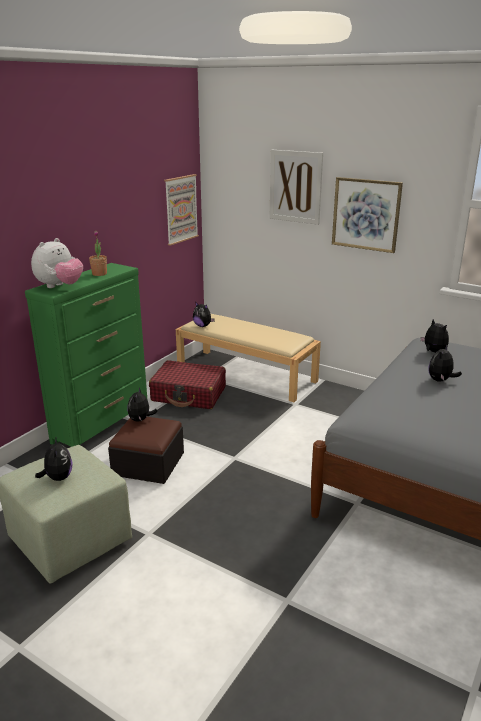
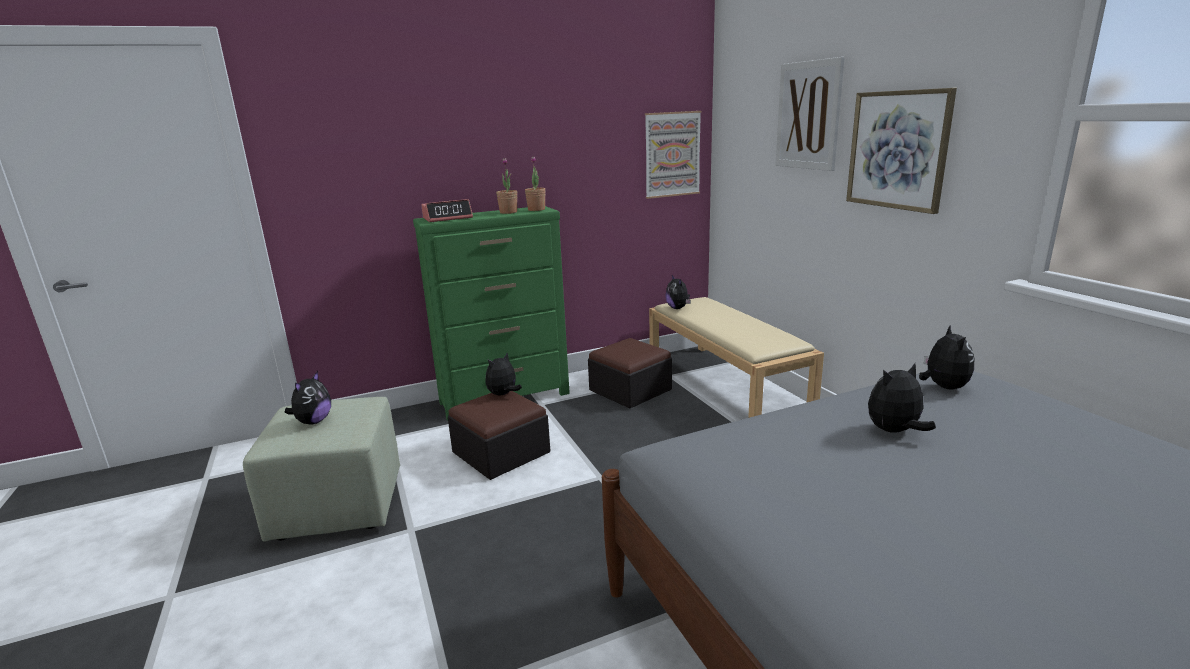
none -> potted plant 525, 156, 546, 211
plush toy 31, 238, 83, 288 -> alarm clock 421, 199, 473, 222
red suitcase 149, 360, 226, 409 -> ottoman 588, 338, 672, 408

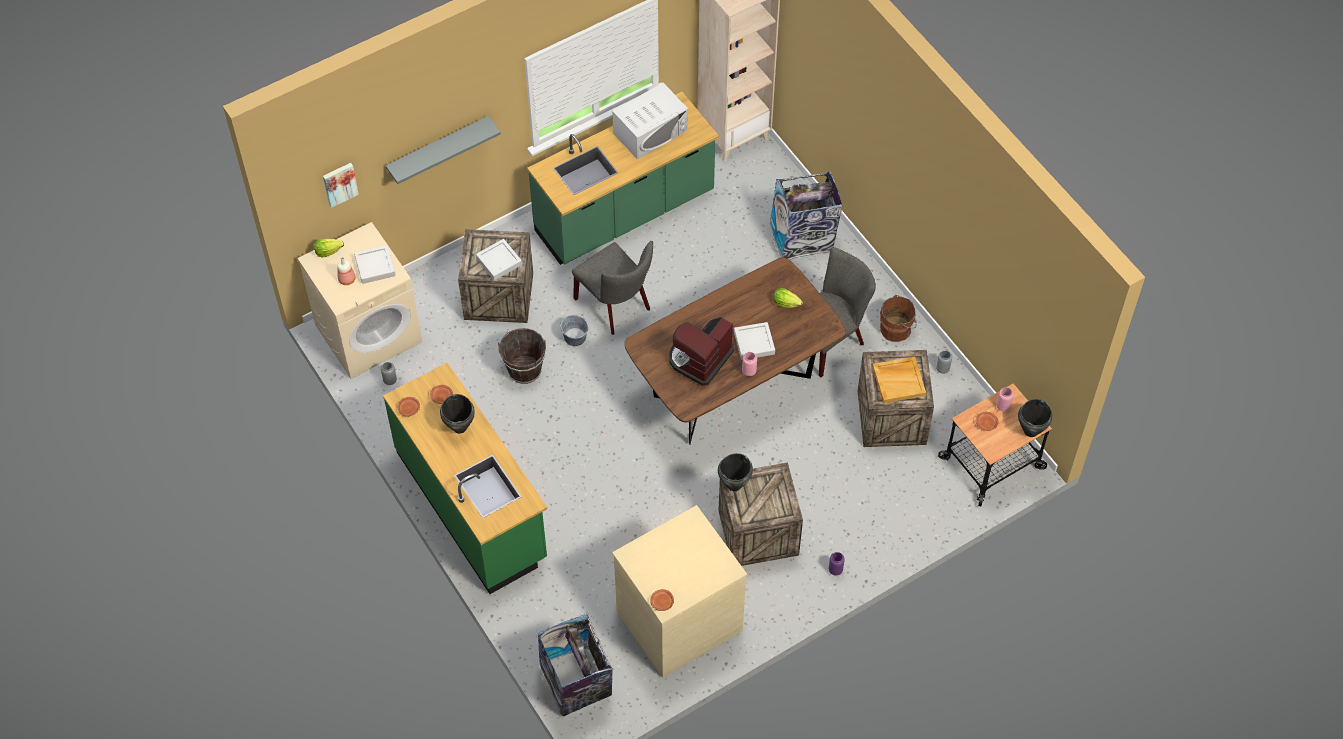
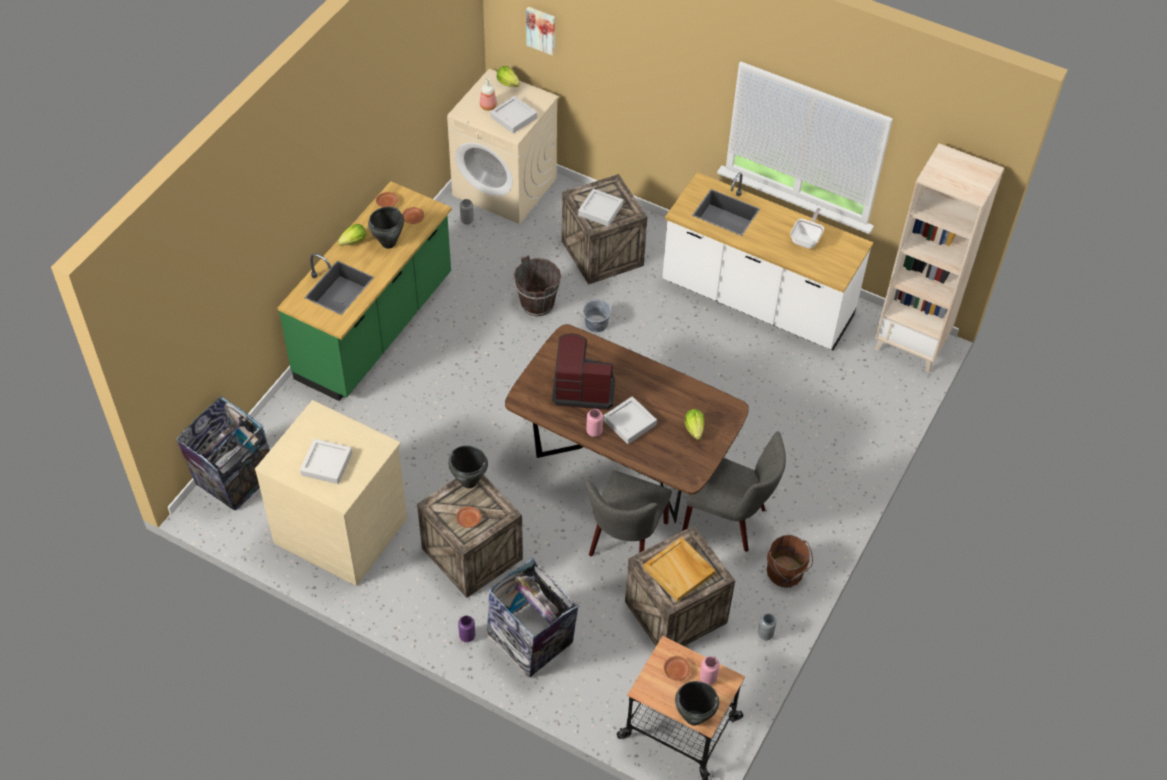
grey shelf 386, 116, 501, 184 -> none
none -> grey tray 300, 439, 352, 484
none -> lettuce 337, 224, 366, 246
grey chair 572, 241, 653, 335 -> grey chair 586, 470, 672, 557, shifted
brown plate 650, 589, 674, 611 -> brown plate 456, 507, 481, 528, shifted
trash can 770, 171, 842, 260 -> trash can 486, 558, 579, 678, shifted
white microwave 613, 83, 688, 159 -> frying pan 790, 208, 824, 249
green counter 527, 92, 719, 265 -> white counter 662, 172, 873, 351

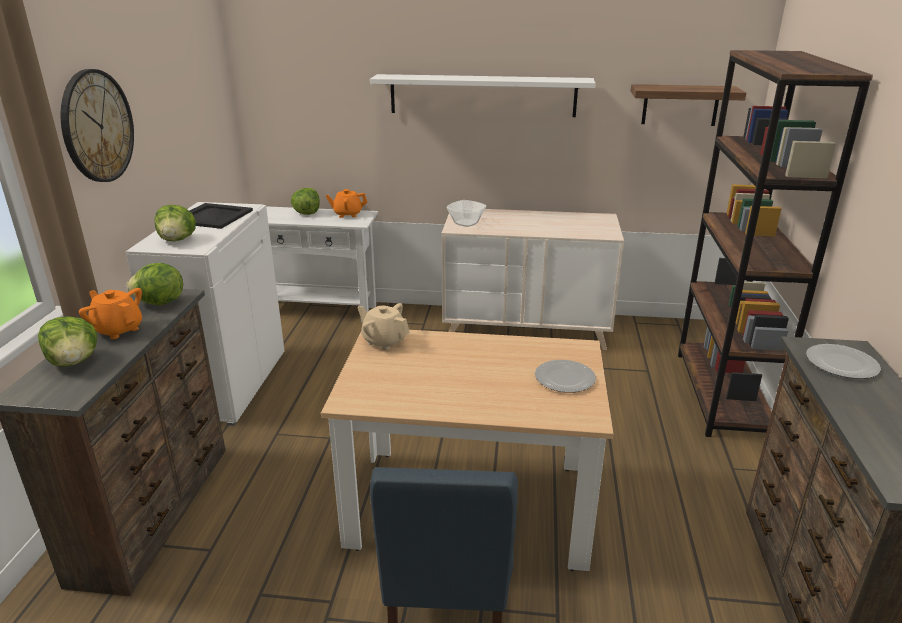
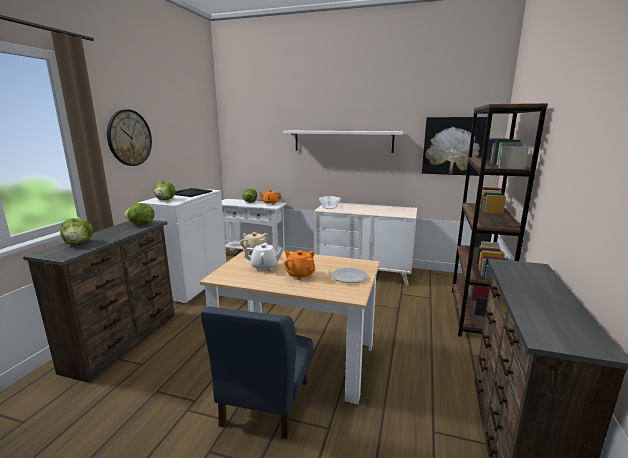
plate 806, 344, 881, 379 -> none
none -> white teapot 245, 243, 284, 271
orange teapot 79, 288, 142, 339 -> orange teapot 284, 250, 315, 280, shifted
shelf 631, 84, 746, 126 -> picture 422, 117, 487, 176

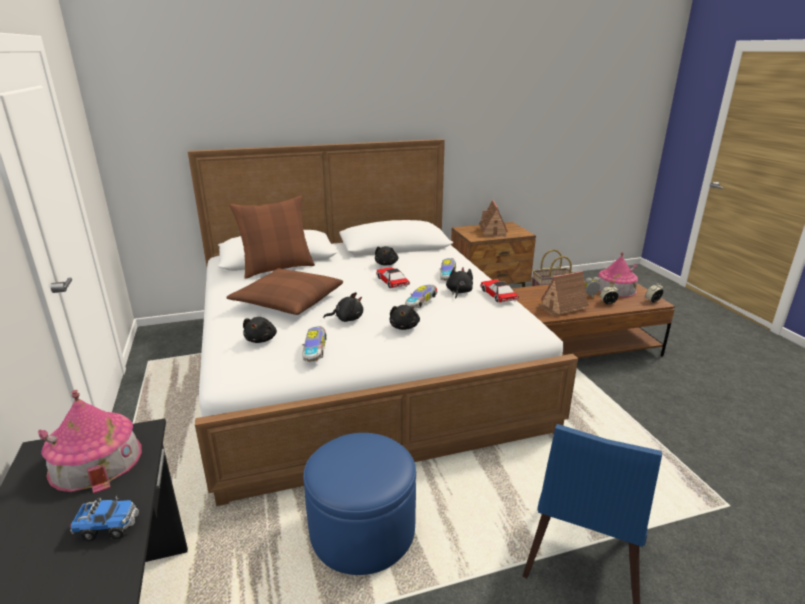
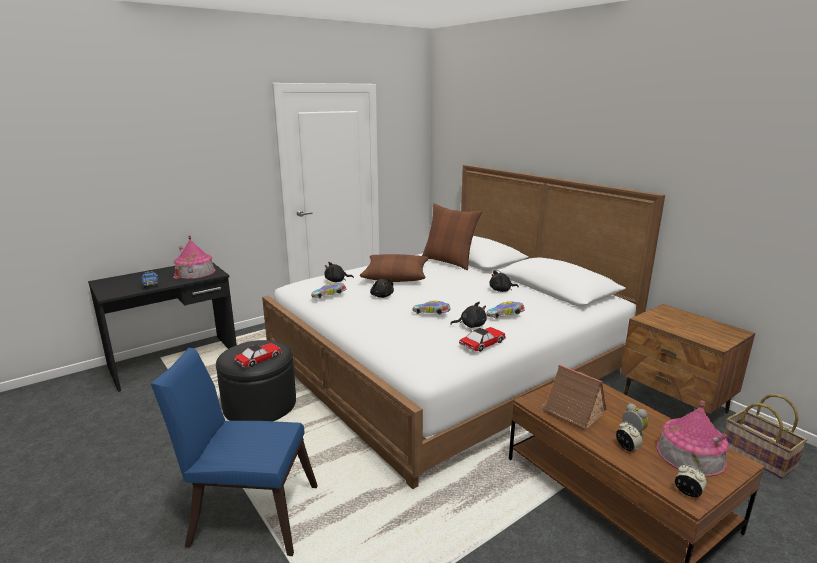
black plush toy 390, 305, 420, 330 -> none
toy house 479, 200, 508, 237 -> none
toy car 376, 267, 410, 288 -> toy car 234, 343, 282, 367, shifted
blue ottoman 303, 433, 416, 575 -> black ottoman 216, 340, 296, 421

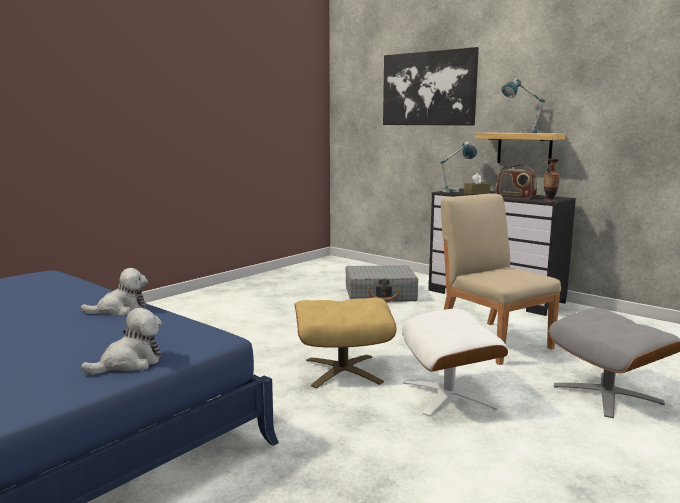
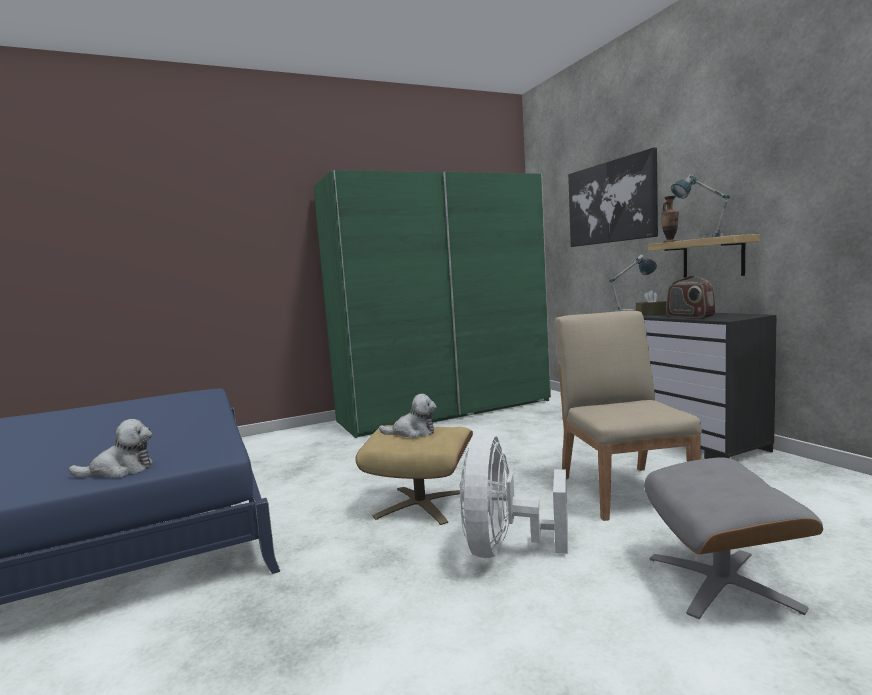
grey suitcase 345, 265, 418, 303 -> none
none -> green wardrobe 313, 170, 551, 438
plush toy 81, 268, 148, 316 -> plush toy 379, 394, 437, 438, shifted
vase 544, 159, 560, 202 -> vase 661, 196, 679, 243, shifted
white ottoman 402, 308, 508, 416 -> white fan 459, 434, 568, 558

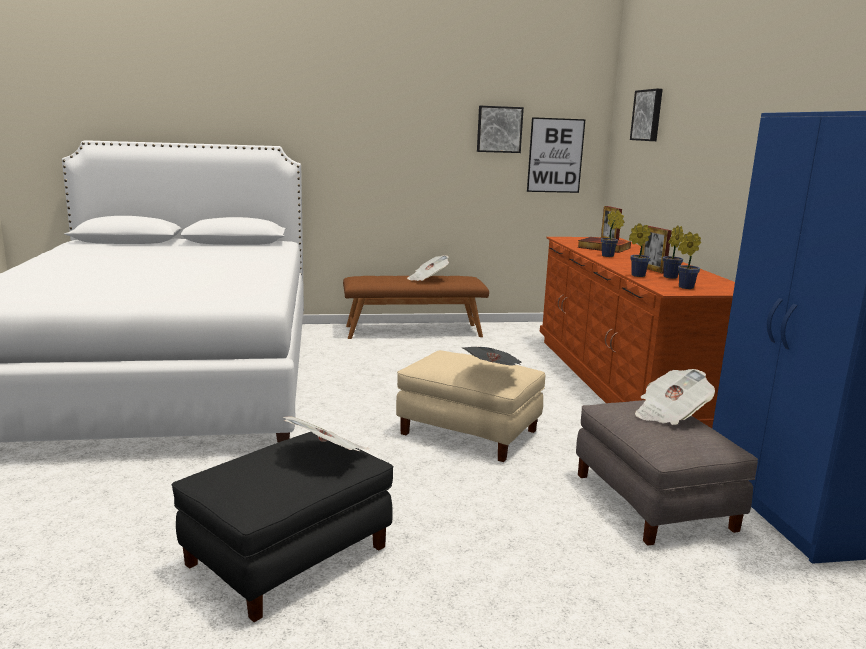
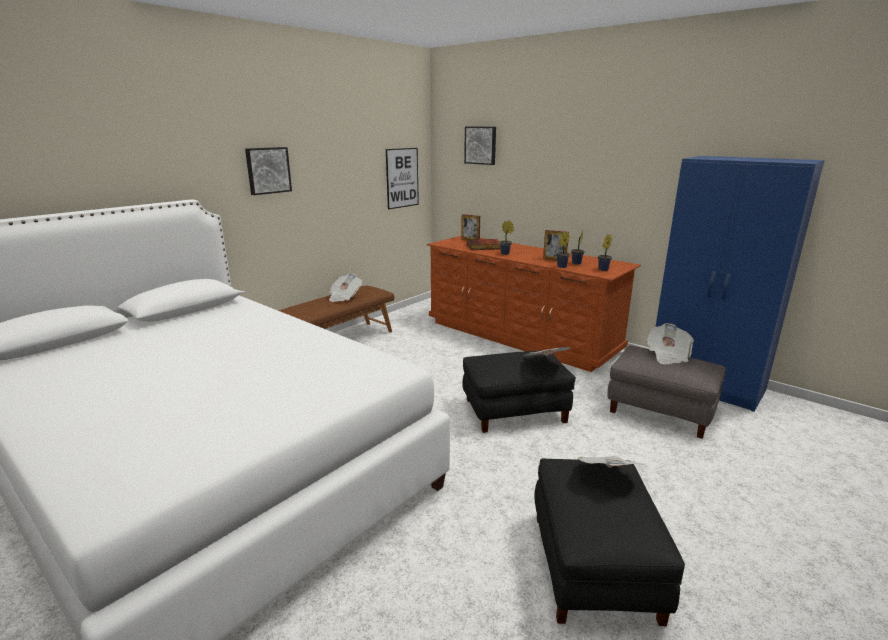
picture 477, 106, 524, 153 -> picture 245, 147, 292, 195, shifted
beige ottoman 396, 350, 545, 462 -> black ottoman 462, 351, 576, 433

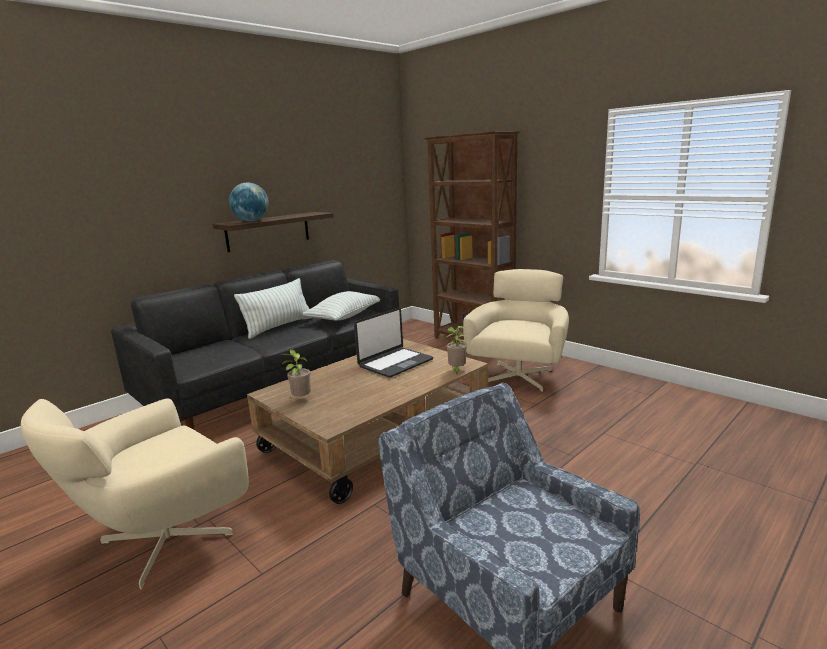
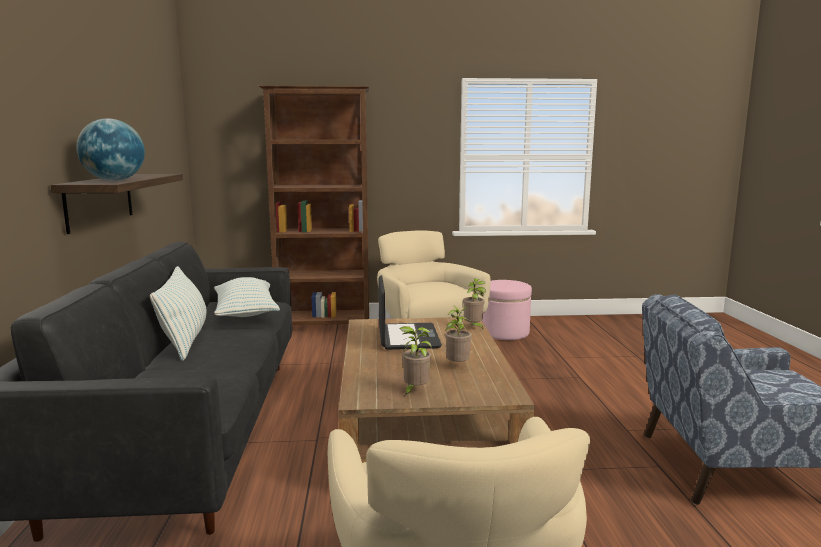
none -> potted plant 445, 305, 472, 362
none -> pink ottoman 482, 280, 532, 340

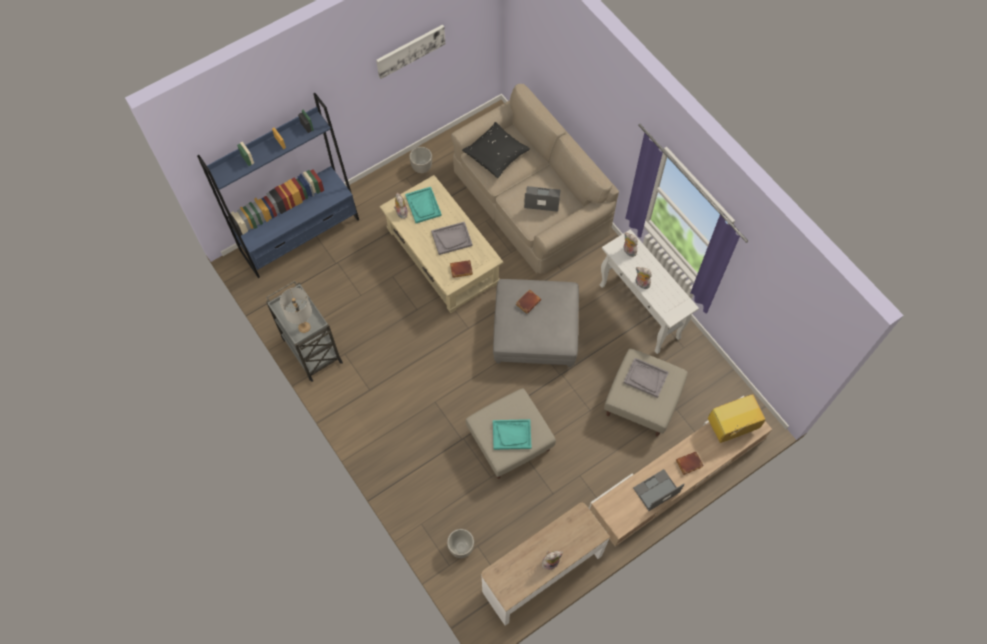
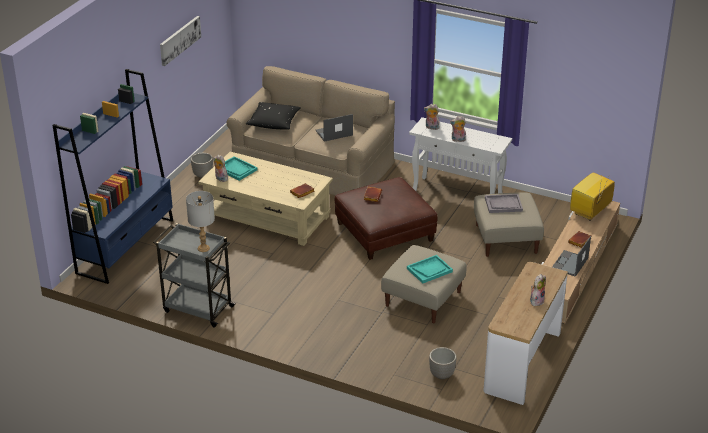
grey tray 431, 222, 473, 255 -> none
grey ottoman 493, 279, 579, 367 -> brown ottoman 335, 177, 438, 260

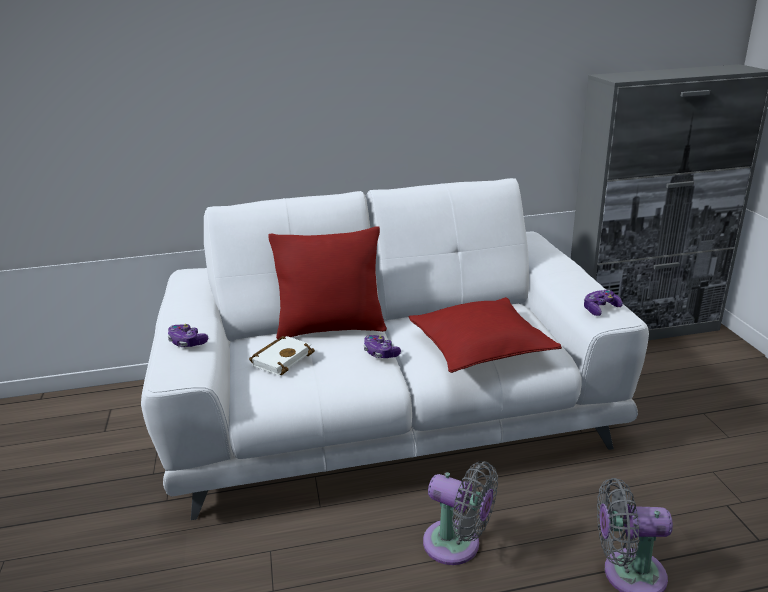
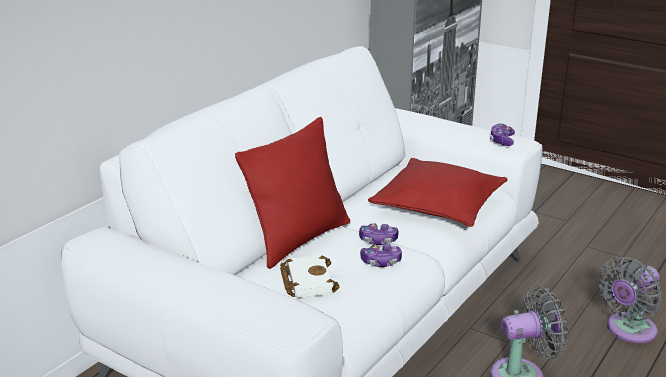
game controller 168, 324, 208, 347 -> game controller 360, 244, 402, 267, shifted

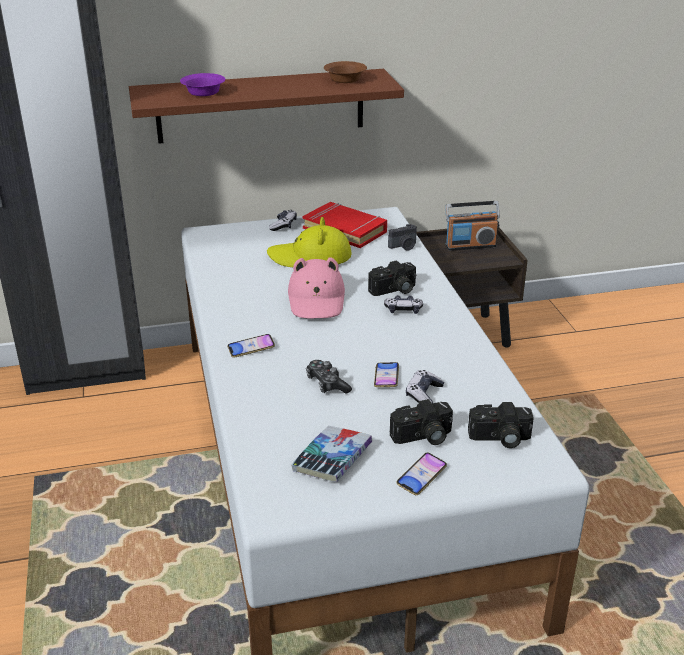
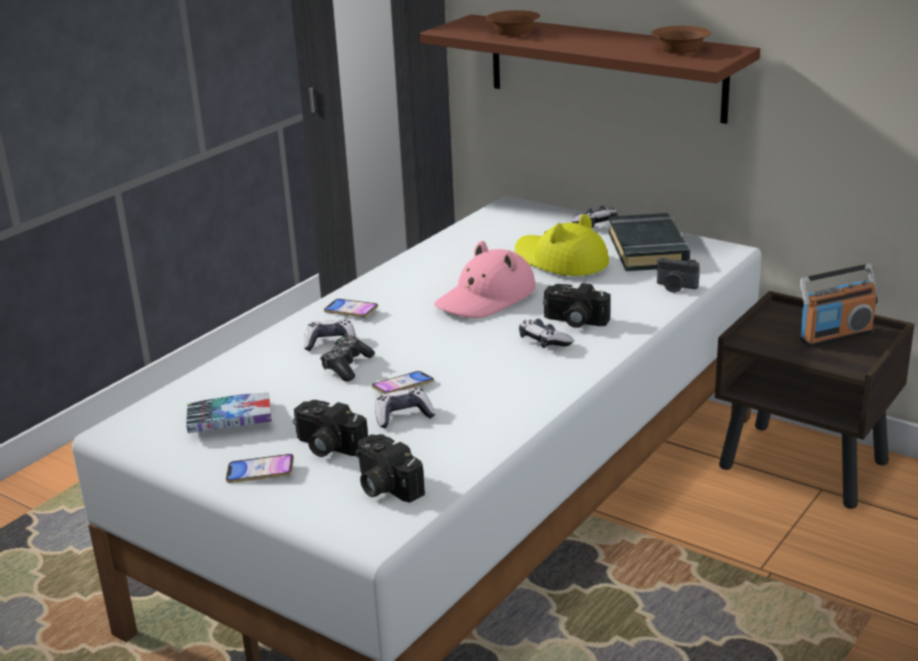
none -> game controller 304, 319, 356, 351
purple bowl 180, 73, 226, 96 -> brown bowl 486, 10, 540, 36
red book 303, 202, 387, 248 -> black book 609, 213, 690, 271
radio 445, 201, 500, 251 -> radio 799, 264, 877, 347, 60 degrees counterclockwise

